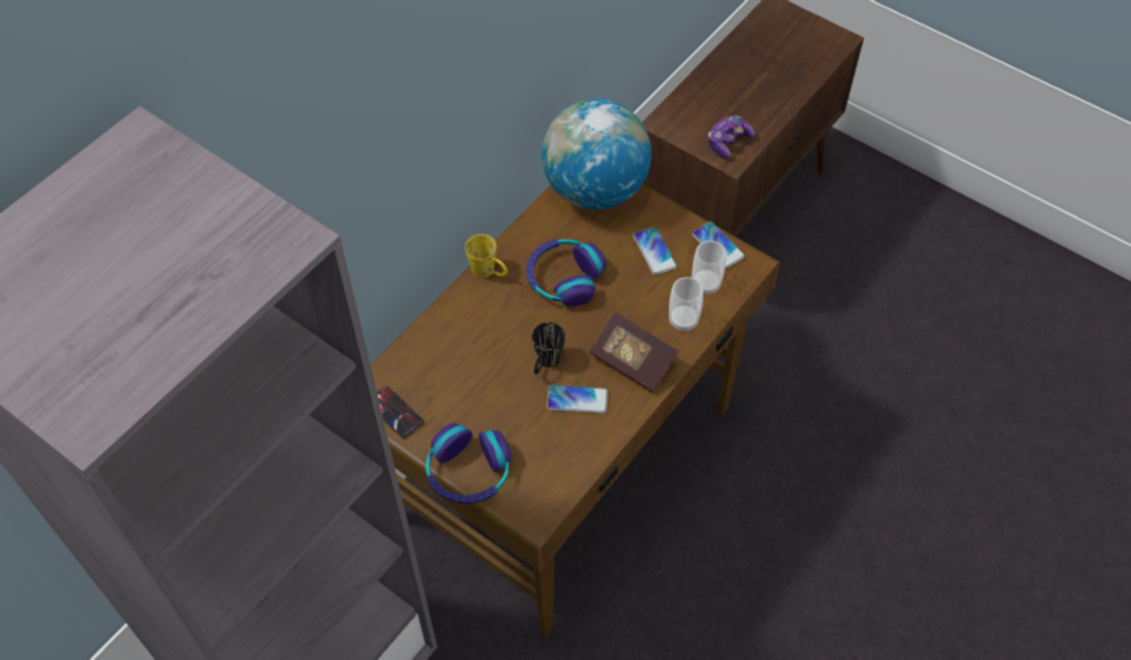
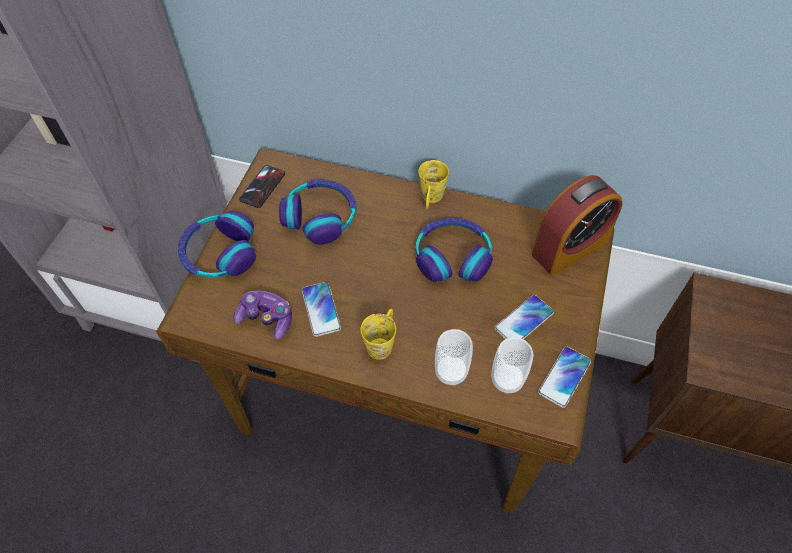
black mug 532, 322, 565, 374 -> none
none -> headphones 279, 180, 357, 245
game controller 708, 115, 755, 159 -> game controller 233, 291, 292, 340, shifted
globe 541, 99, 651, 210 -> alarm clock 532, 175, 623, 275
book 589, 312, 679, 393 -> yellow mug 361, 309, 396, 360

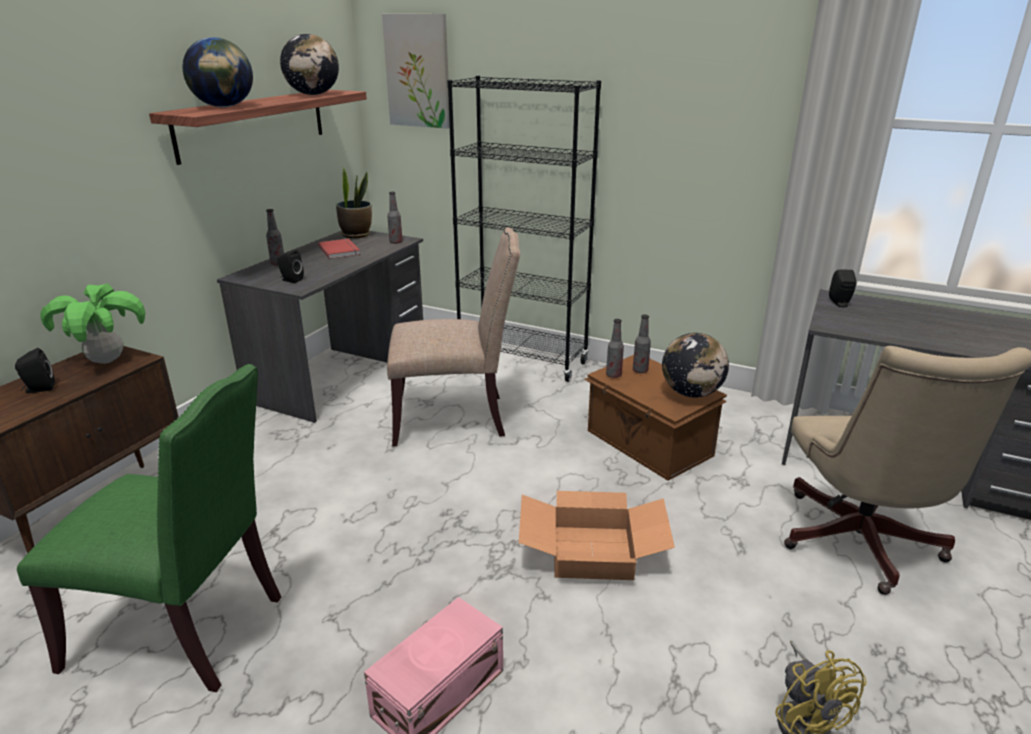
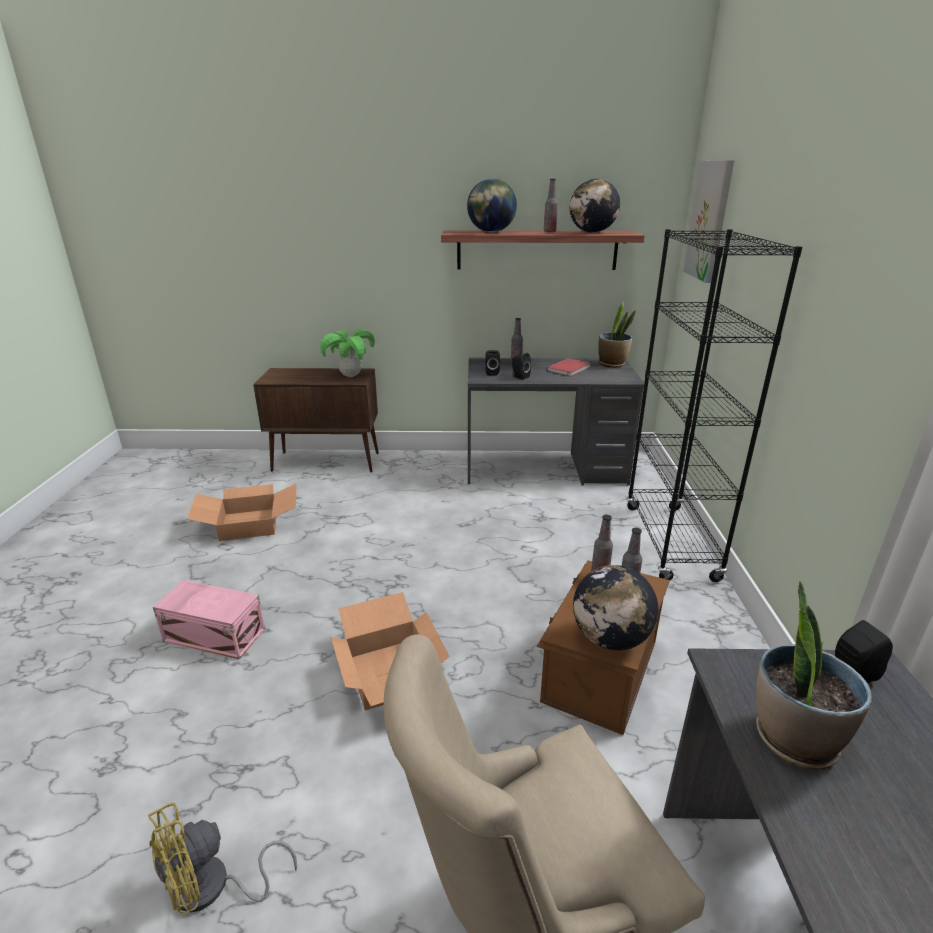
beige chair 387, 227, 520, 446 -> none
none -> potted plant 756, 581, 872, 769
black speaker 15, 348, 55, 393 -> black speaker 512, 353, 531, 380, shifted
bottle 387, 192, 403, 244 -> bottle 544, 179, 558, 232, shifted
green chair 17, 364, 281, 692 -> cardboard box 187, 483, 297, 541

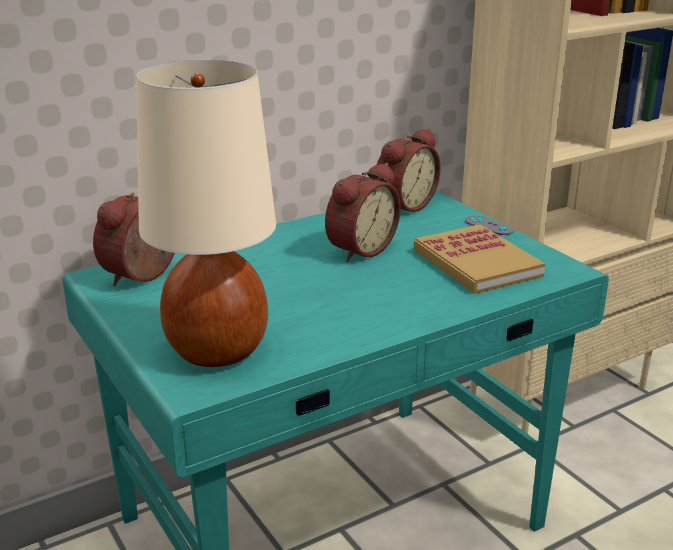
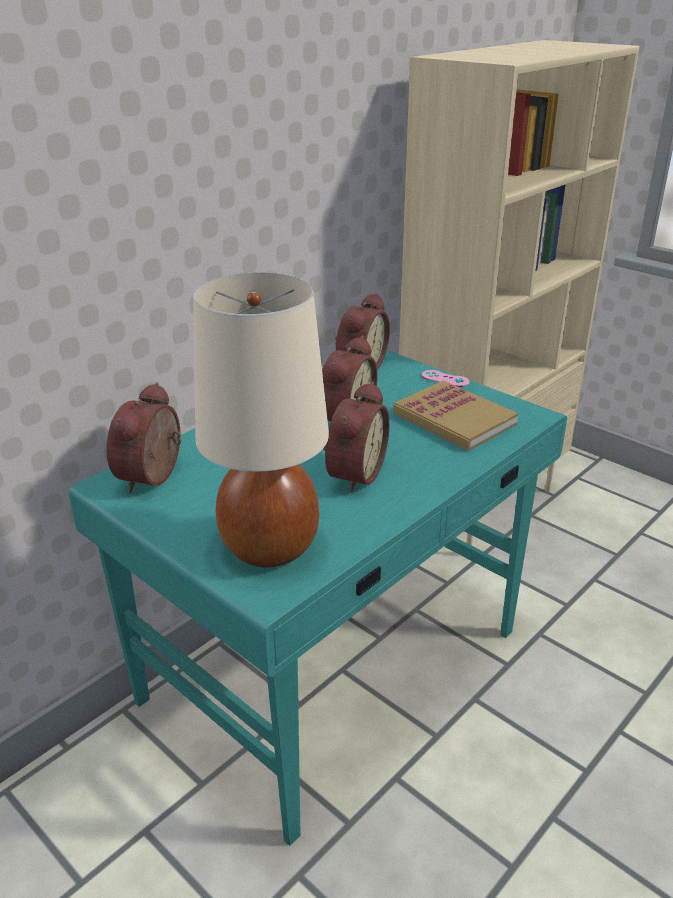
none -> alarm clock 323, 381, 390, 493
grey game controller 465, 215, 514, 235 -> pink game controller 422, 370, 470, 387

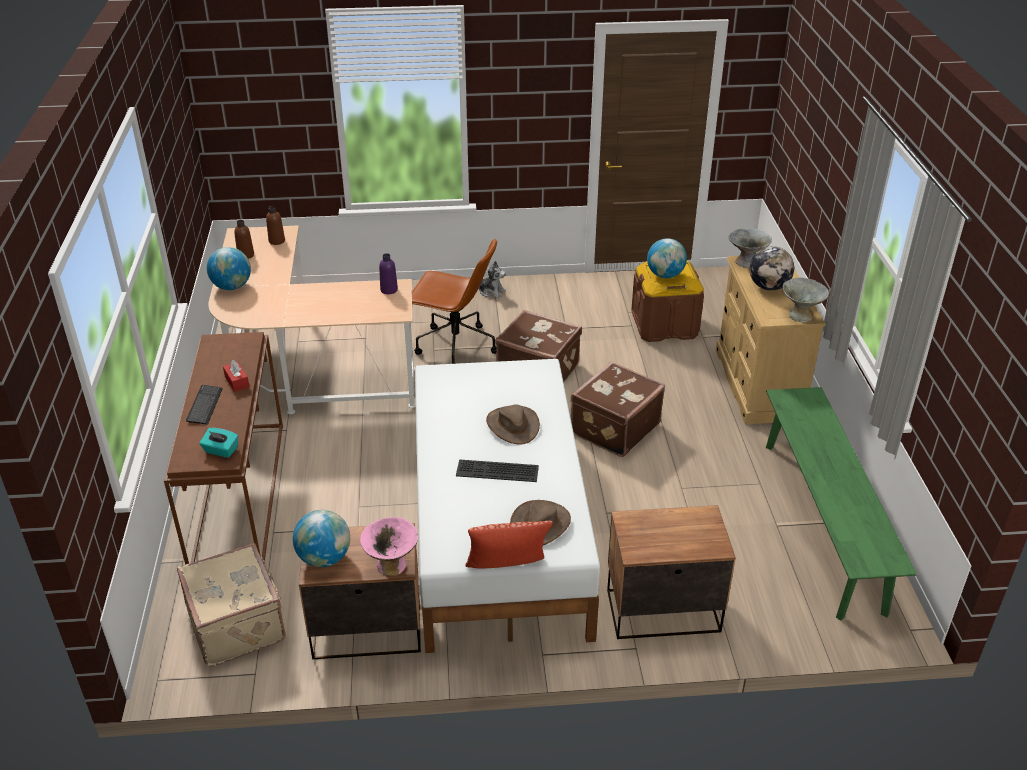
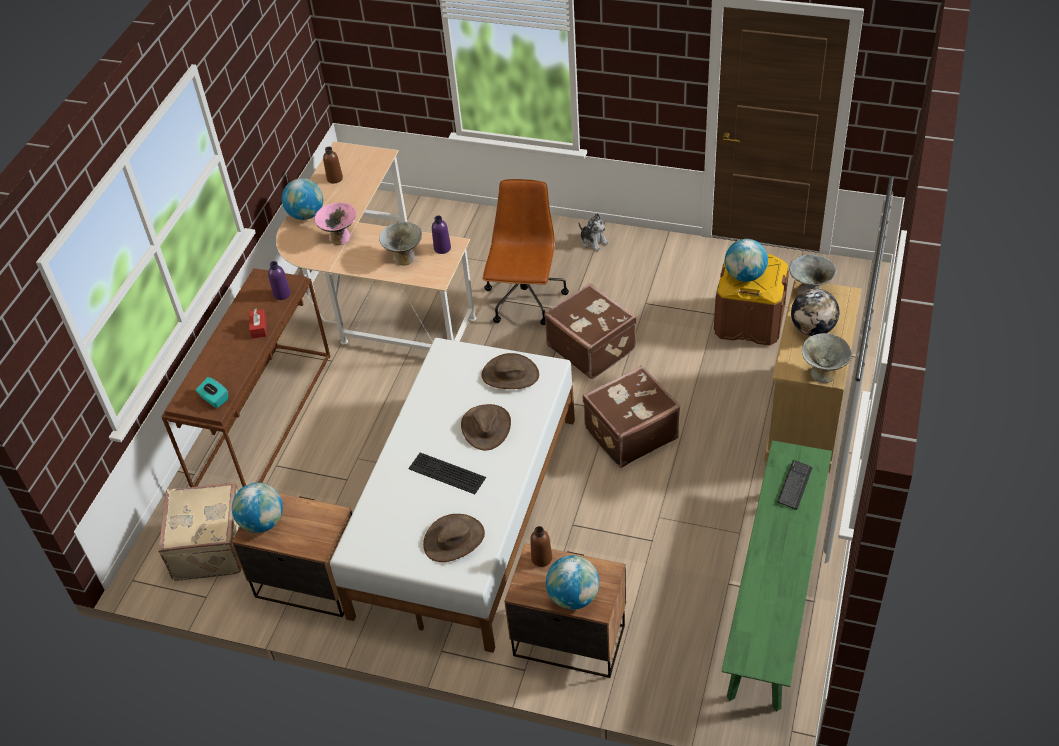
pillow 465, 521, 552, 569 -> none
none -> purple bottle 268, 261, 291, 300
none -> grey bowl 379, 222, 422, 265
none -> brown hat 481, 353, 539, 389
none -> globe 546, 555, 599, 610
keyboard 186, 385, 223, 425 -> keyboard 777, 460, 813, 510, shifted
brown bottle 266, 206, 285, 245 -> brown bottle 530, 526, 552, 567, shifted
pink bowl 360, 517, 418, 576 -> pink bowl 315, 203, 356, 245, shifted
brown office chair 412, 238, 497, 364 -> brown office chair 483, 179, 569, 325, 120 degrees counterclockwise

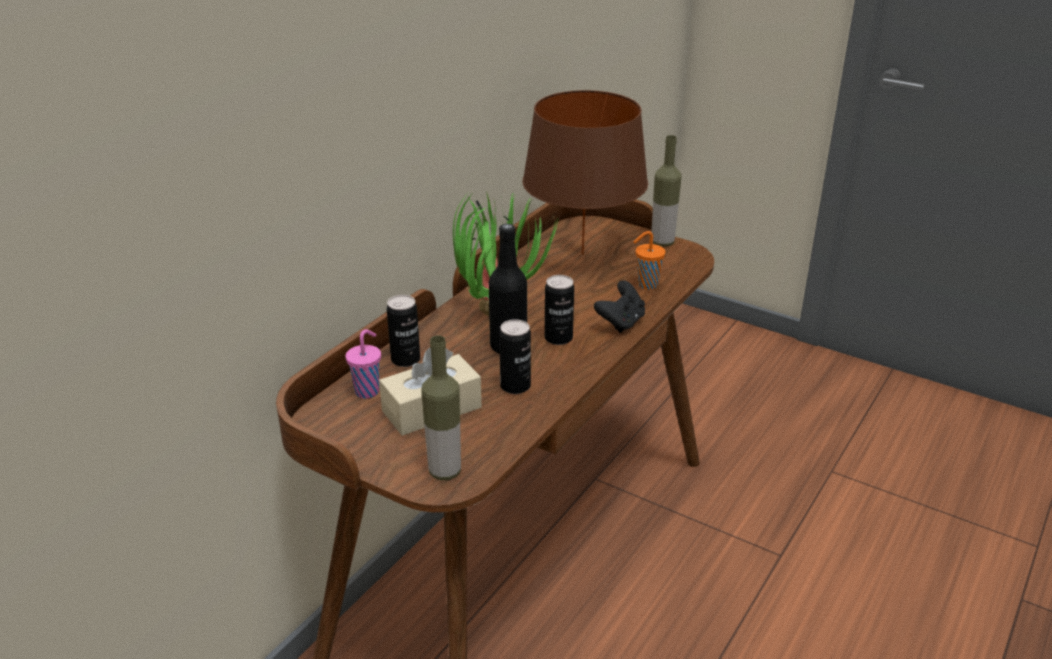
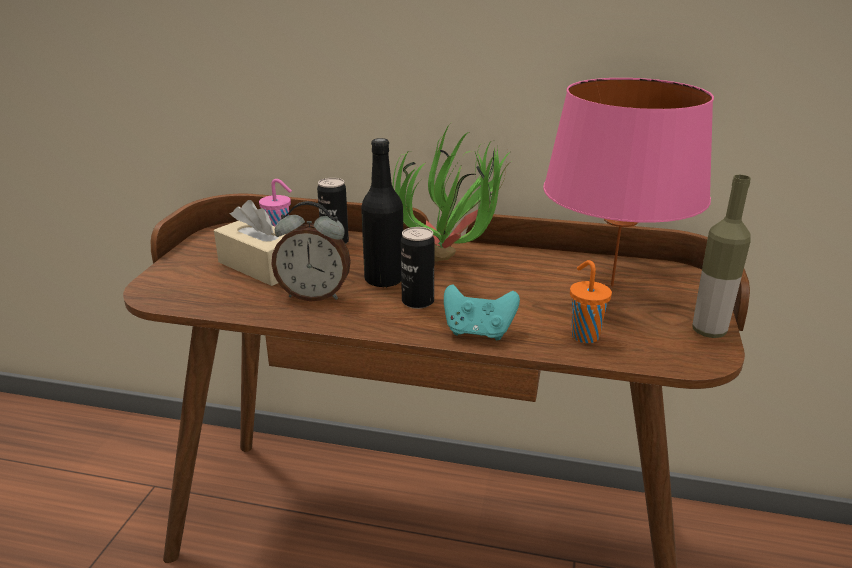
bottle 421, 335, 461, 480 -> none
can 499, 319, 531, 394 -> alarm clock 271, 201, 351, 302
brown table lamp 523, 90, 648, 255 -> pink table lamp 543, 78, 714, 287
black game controller 594, 280, 645, 333 -> turquoise game controller 444, 284, 520, 340

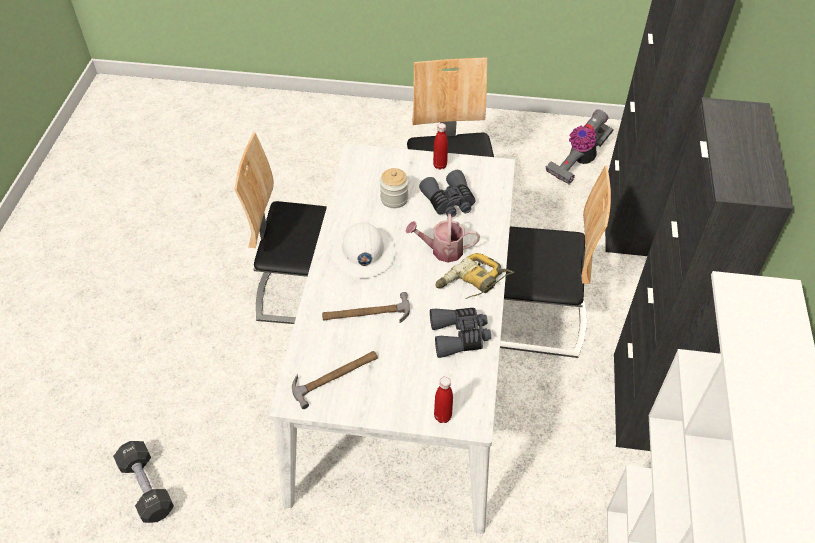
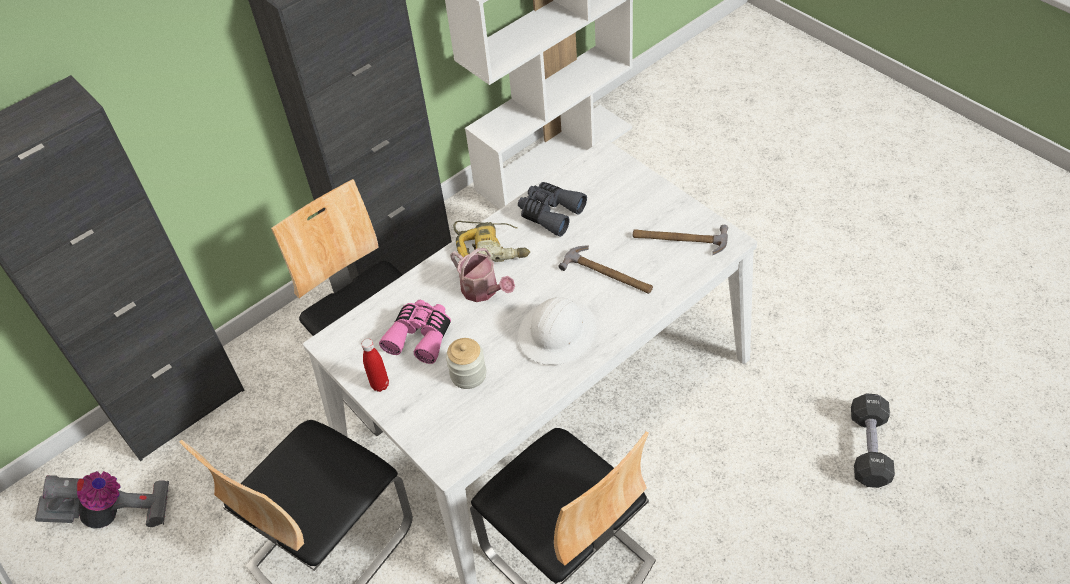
red bottle 434, 377, 453, 423 -> none
grey binoculars 419, 170, 476, 218 -> pink binoculars 379, 300, 451, 364

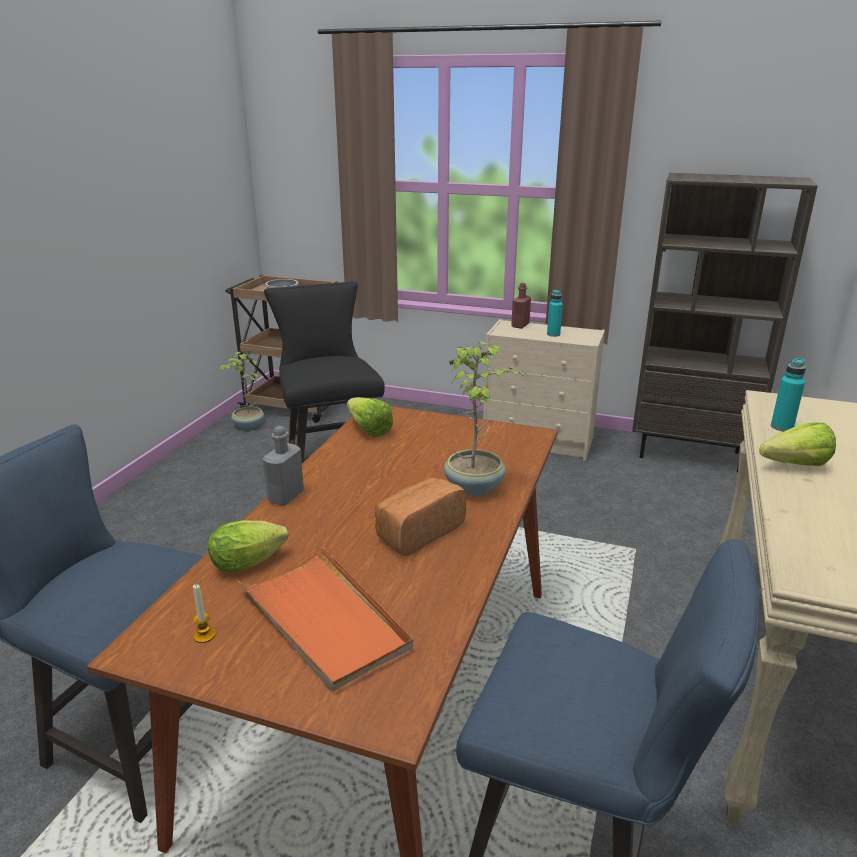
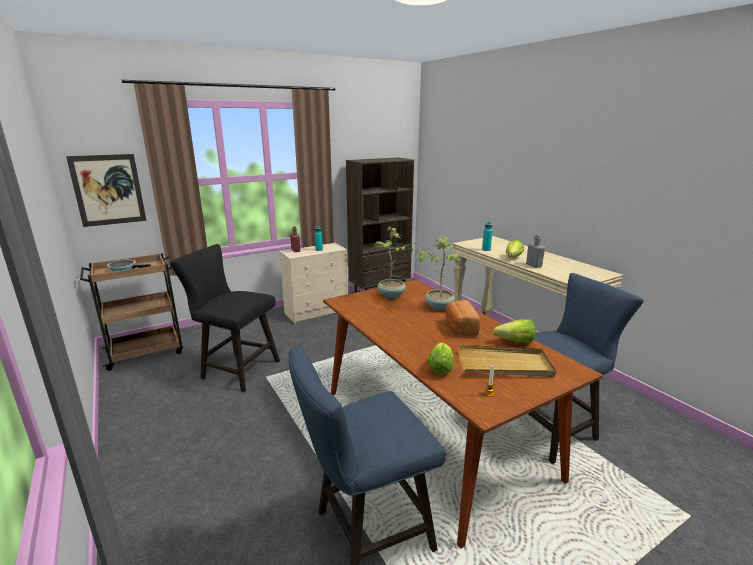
none -> picture 66, 154, 146, 227
potted plant 219, 350, 264, 429 -> potted plant 374, 226, 416, 298, shifted
grey bottle 262, 426, 304, 506 -> grey bottle 526, 234, 545, 268, shifted
lettuce 347, 397, 393, 437 -> lettuce 493, 319, 535, 344, shifted
orange tray 237, 546, 413, 692 -> beige tray 458, 344, 556, 377

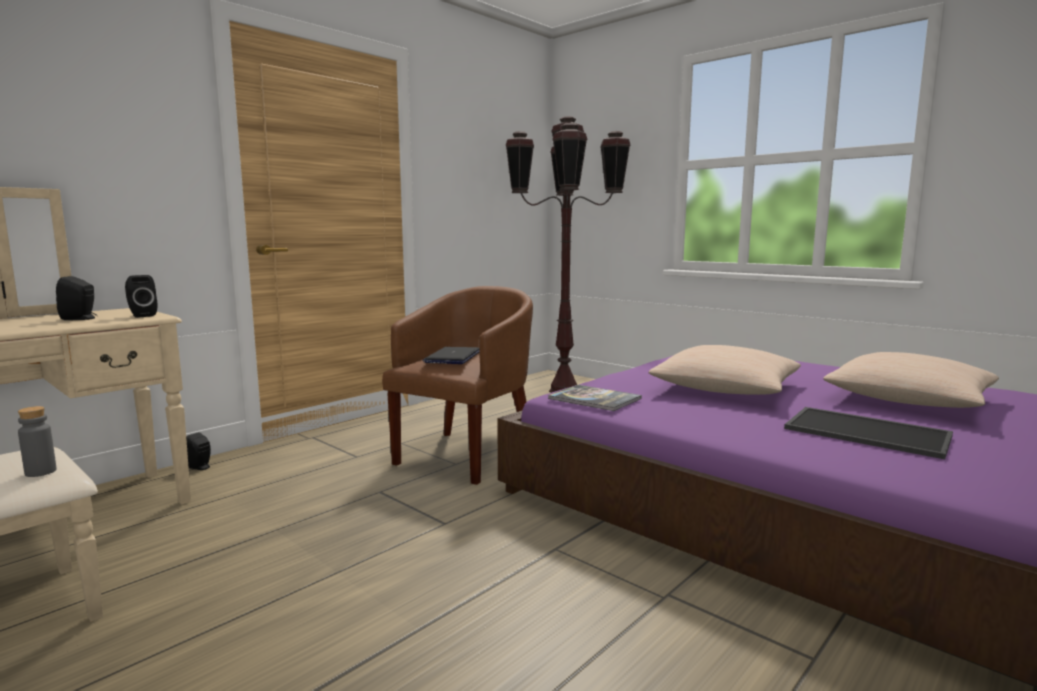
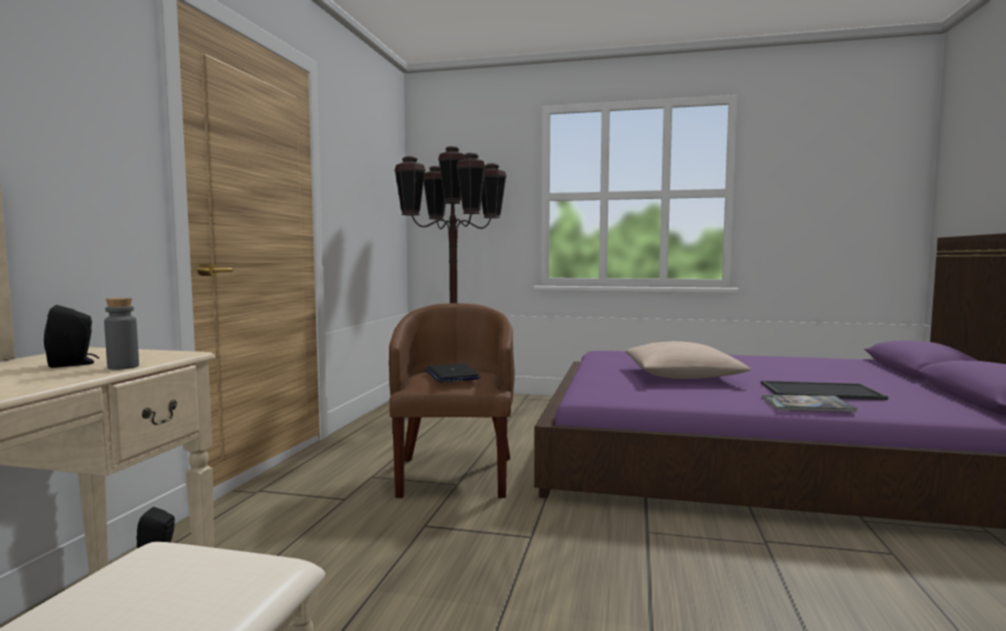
black speaker 125, 275, 157, 318 -> none
beige pillow 823, 352, 999, 408 -> none
grey bottle 18, 406, 57, 477 -> grey bottle 104, 298, 139, 370, shifted
book 548, 385, 642, 411 -> book 762, 395, 858, 412, shifted

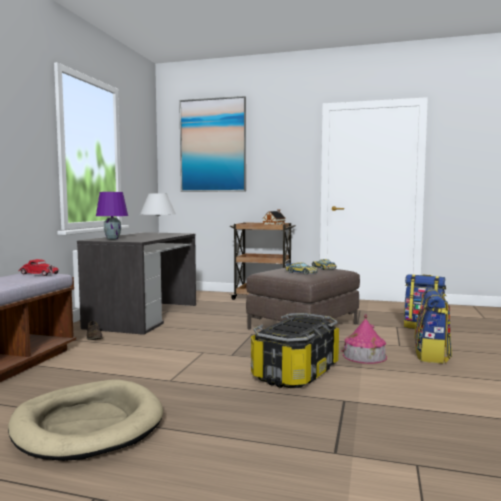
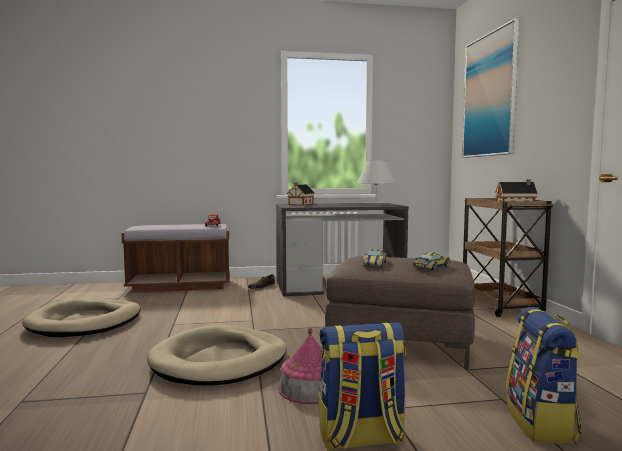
purple table lamp 96, 192, 128, 239 -> toy house 287, 183, 314, 205
storage box 251, 313, 339, 388 -> beige dog bed 147, 325, 287, 385

